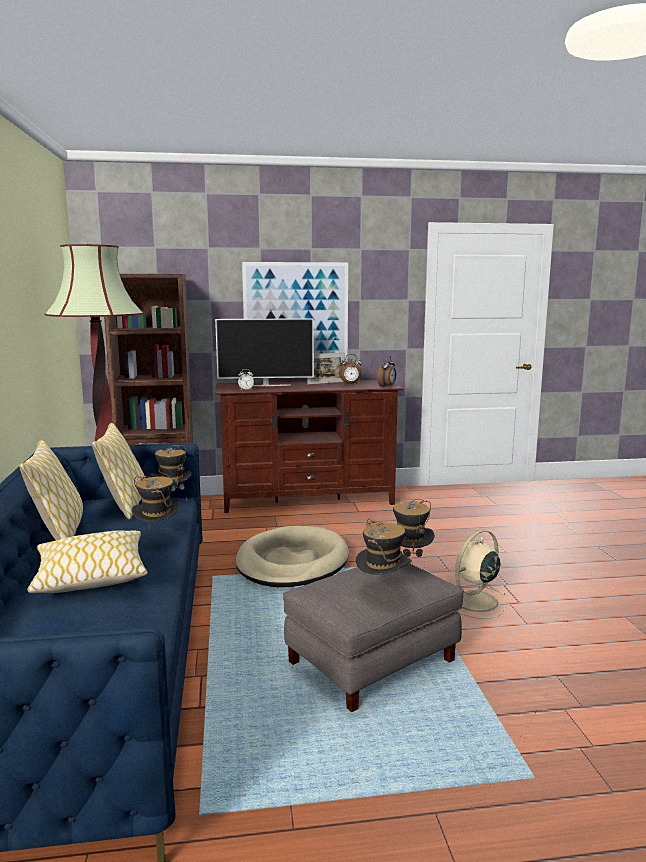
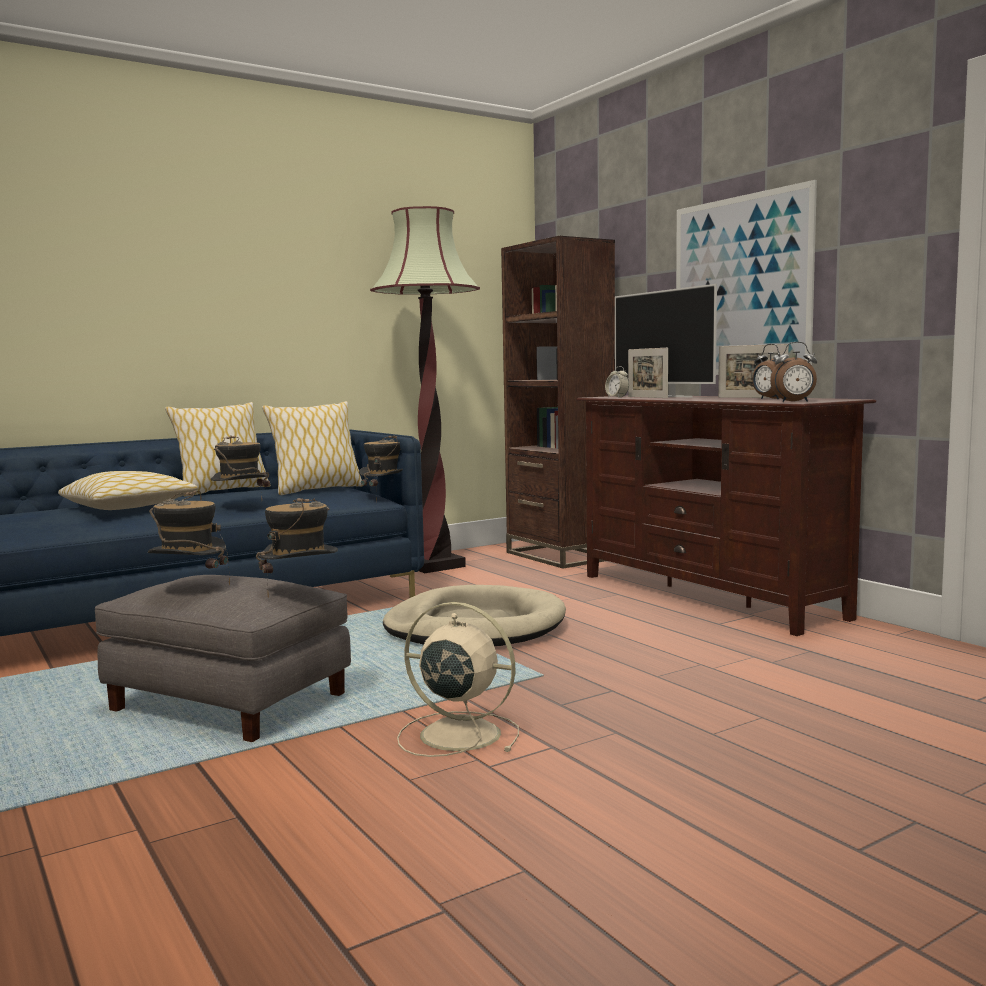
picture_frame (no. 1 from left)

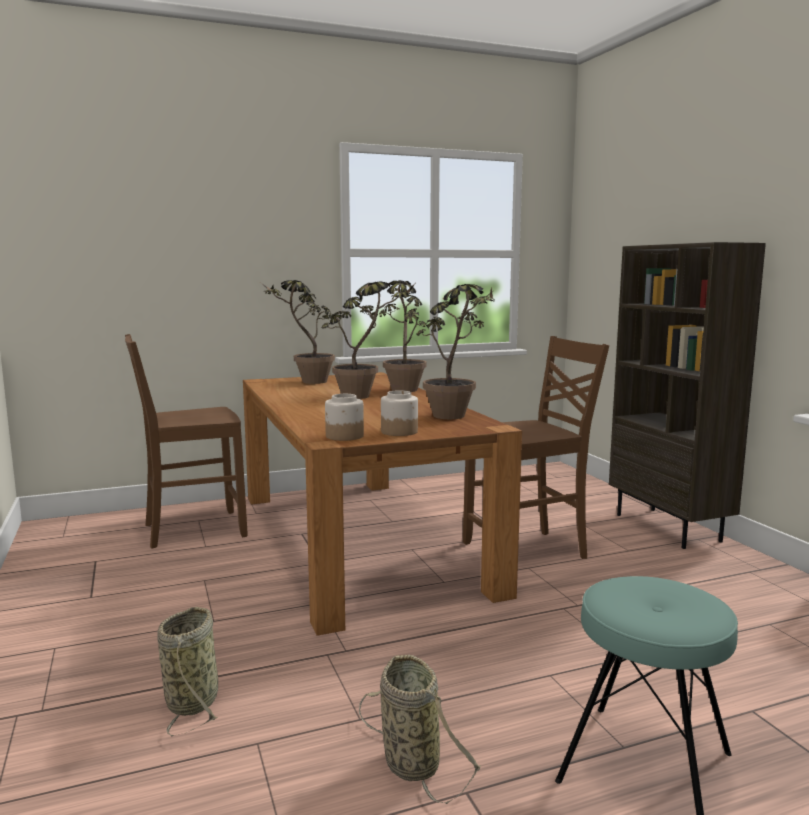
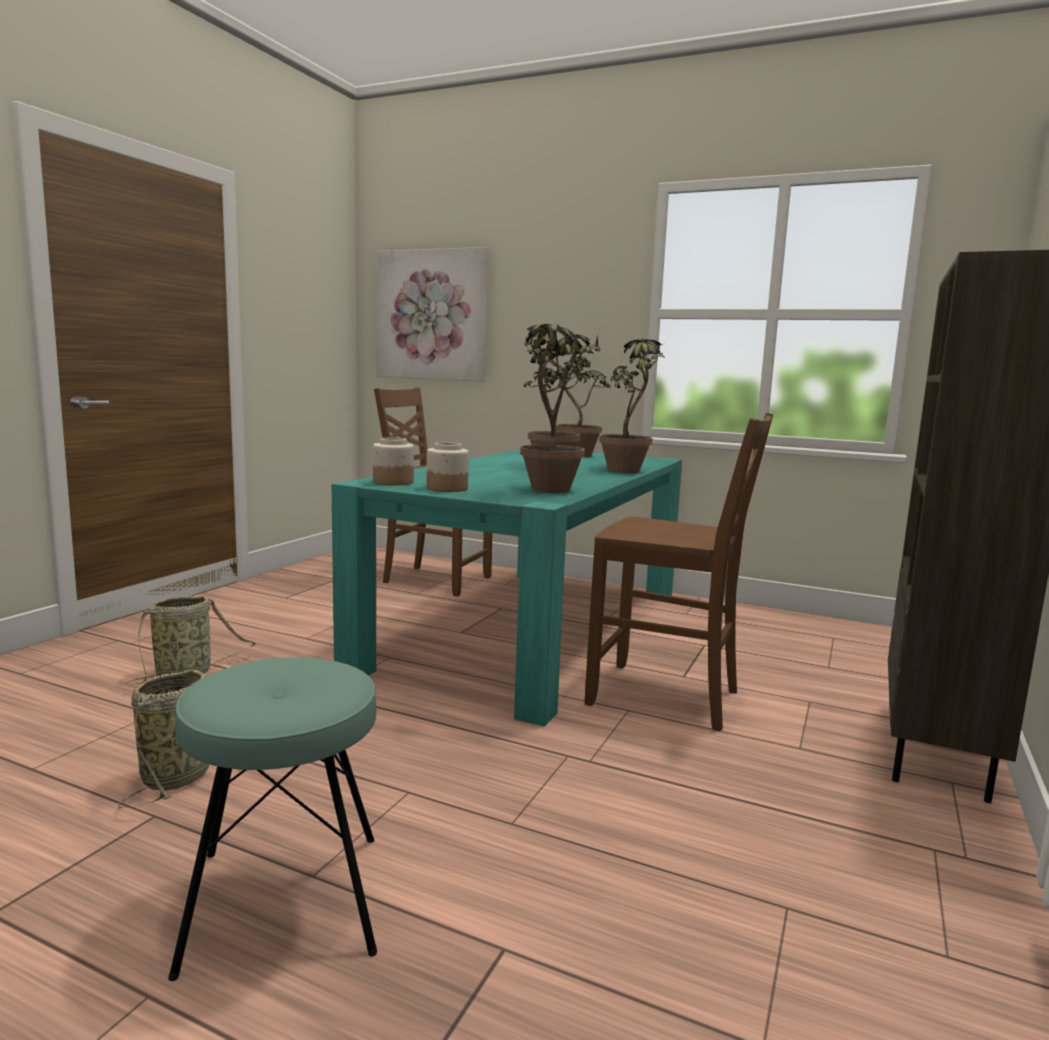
turquoise_kitchen_table; picture

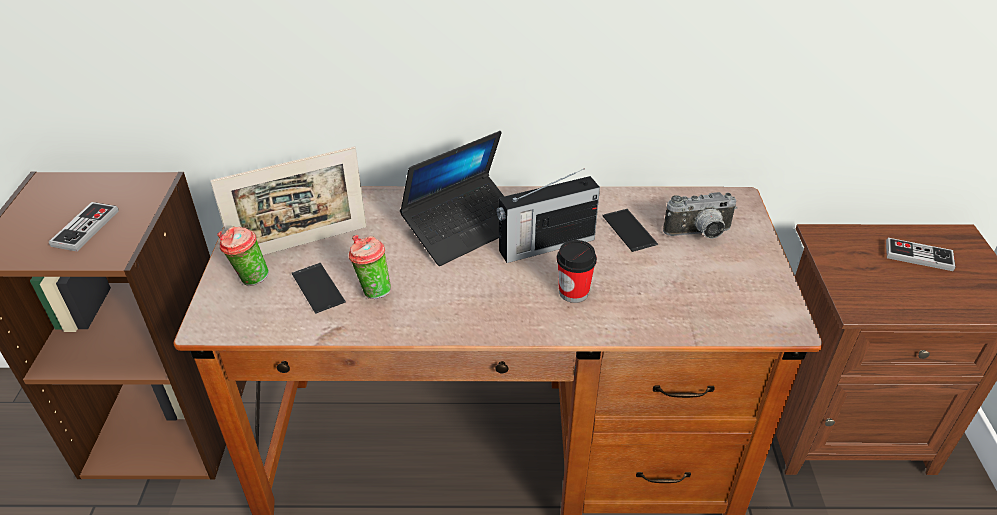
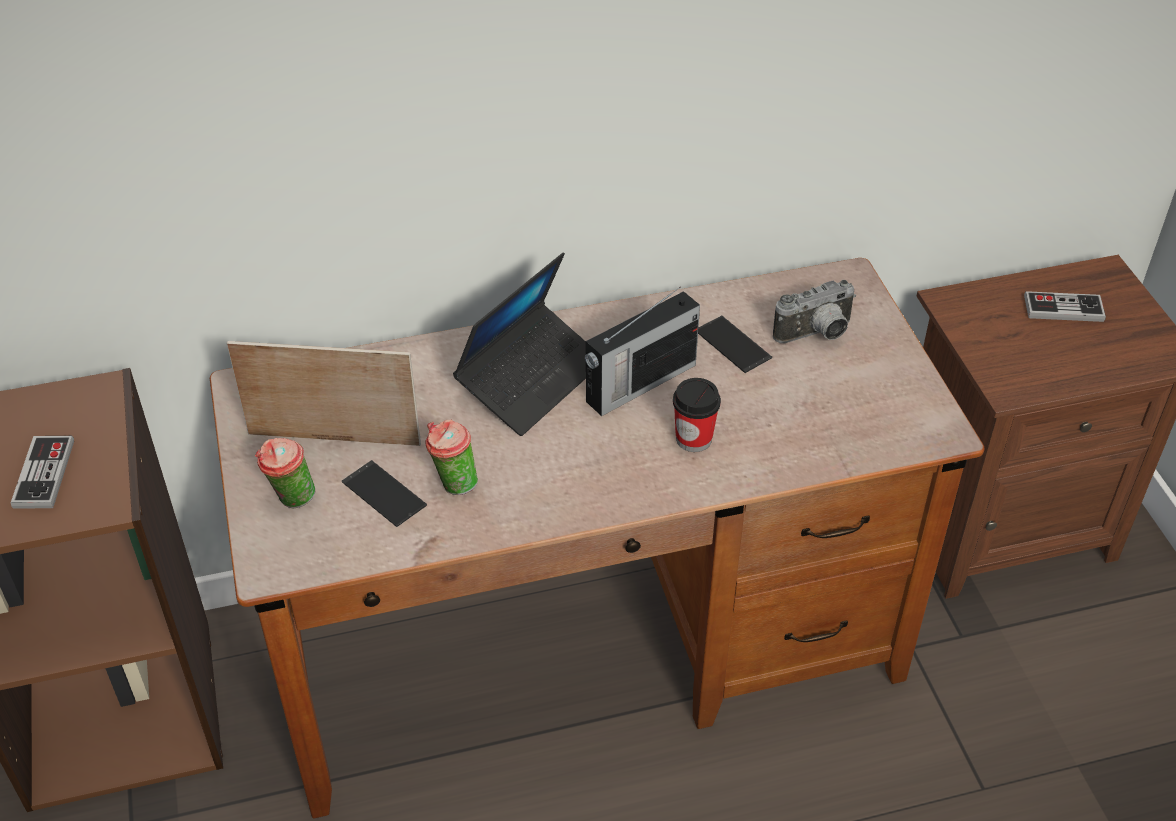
picture_frame

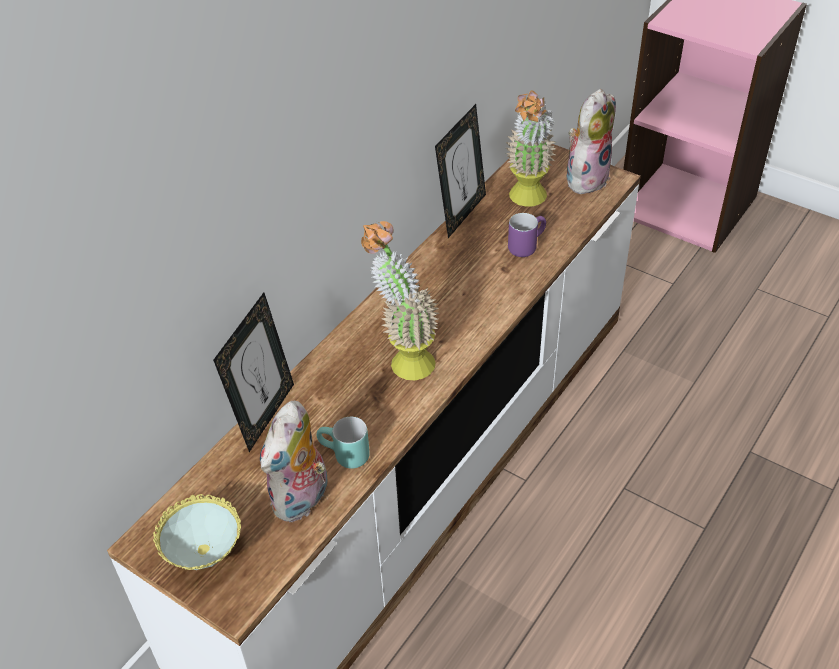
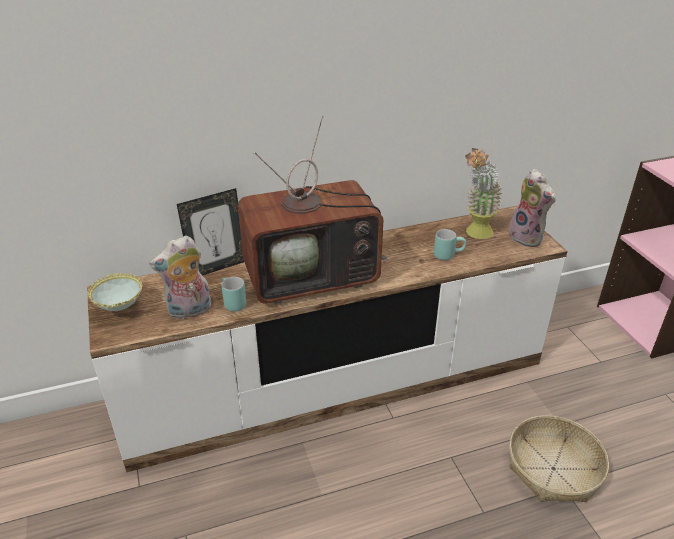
TV; picture_frame (no. 2 from left in the first image); turquoise_tea_mug (no. 2 from left); plush_toy (no. 2 from left); basket

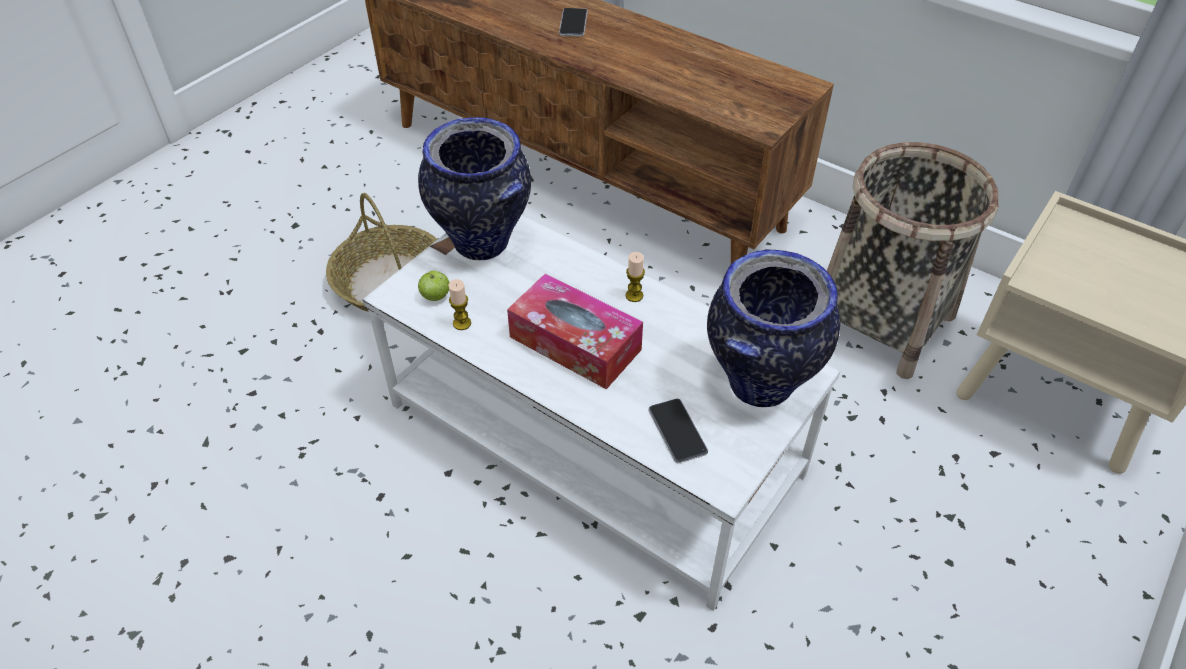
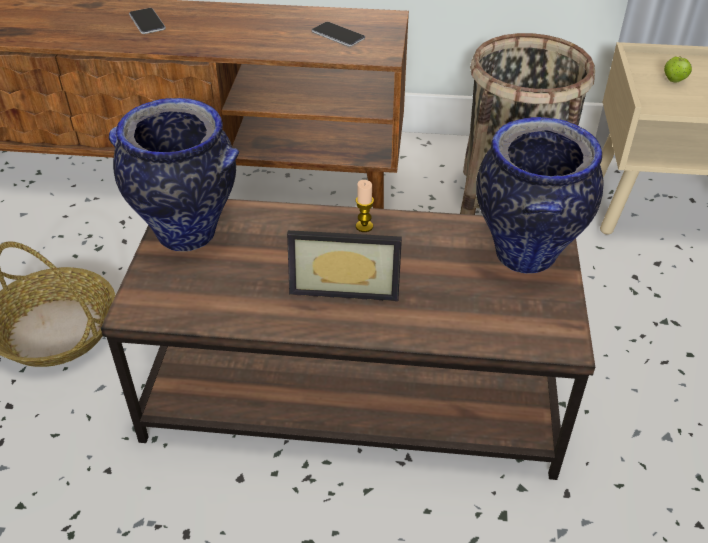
brownish_coffee_table; apple_fruit; wax_candle (no. 1 from left in the first image); picture_frame; phone (no. 2 from left)

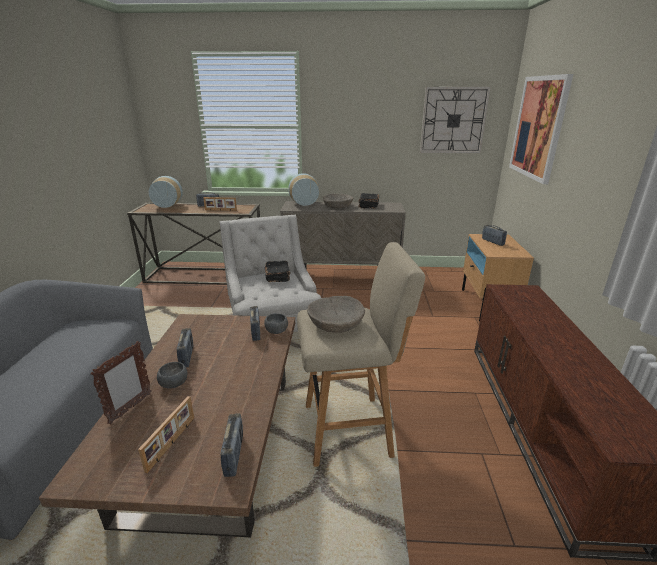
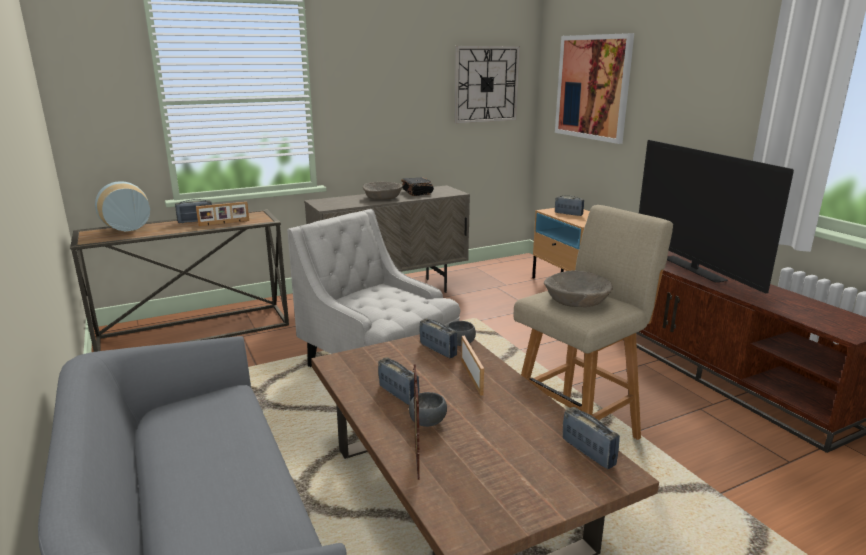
picture_frame (no. 3 from left); black-coloured_volume (no. 1 from left in the first image); decorative_vase (no. 2 from left in the first image); TV

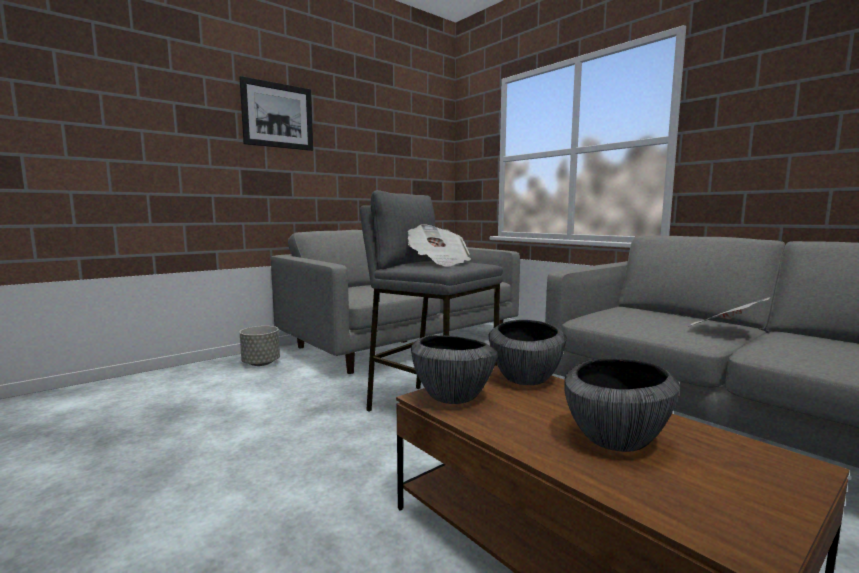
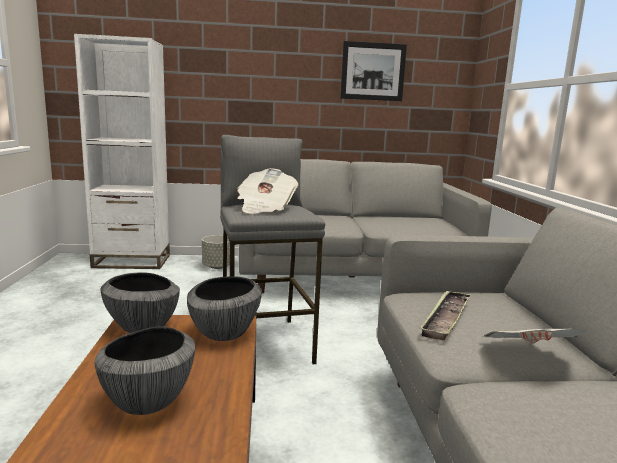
picture; white-coloured_bookshelf; tray

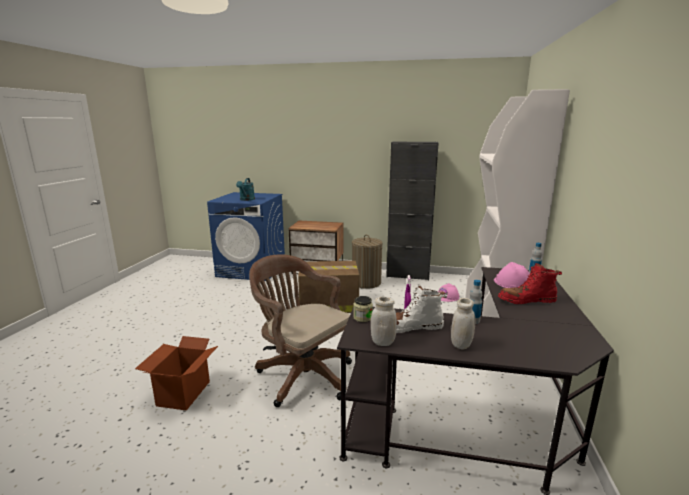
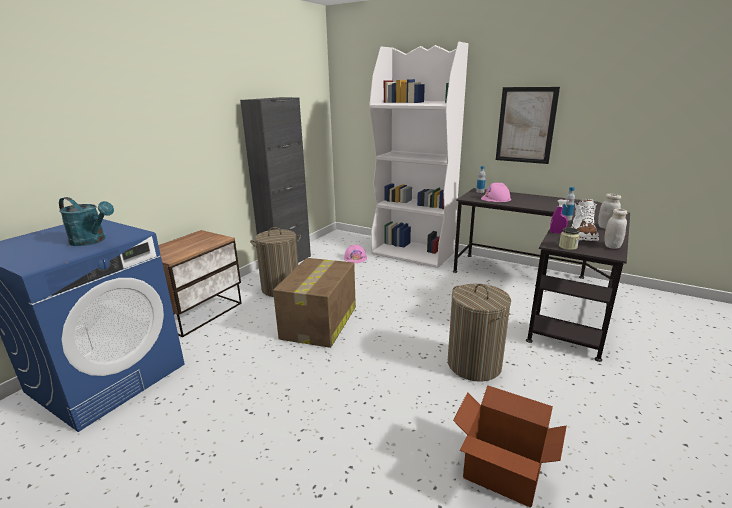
laundry_basket (no. 2 from left); red-coloured_high-top_boot; picture

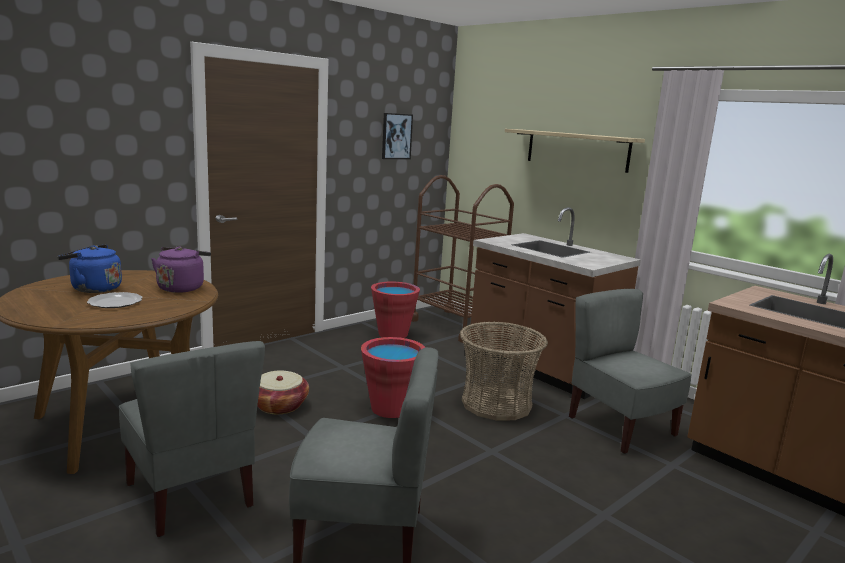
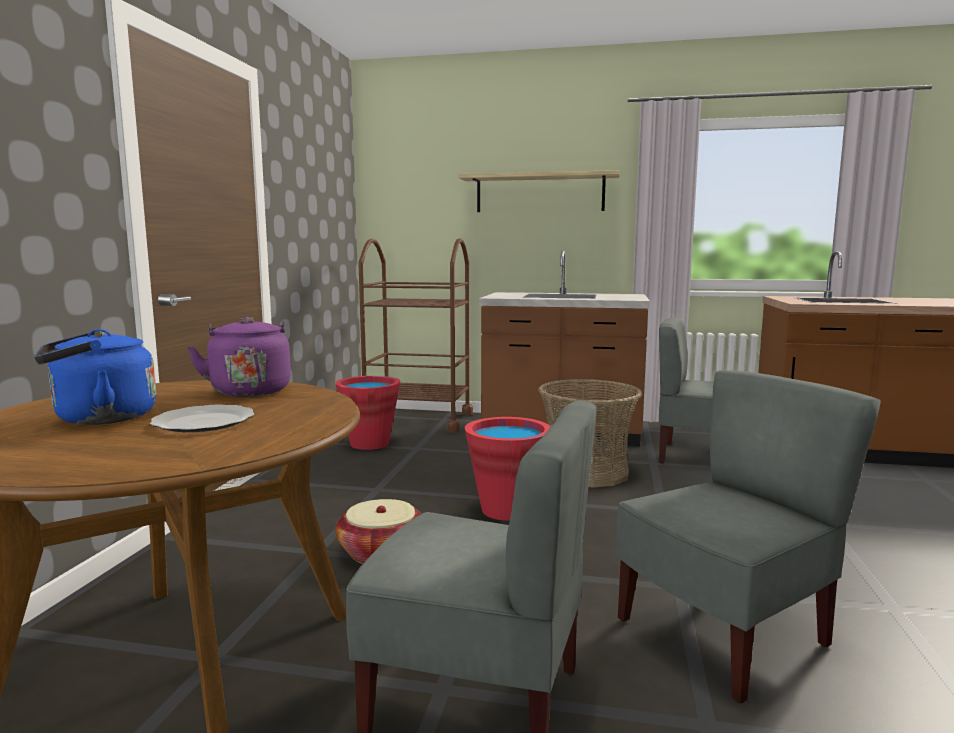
picture

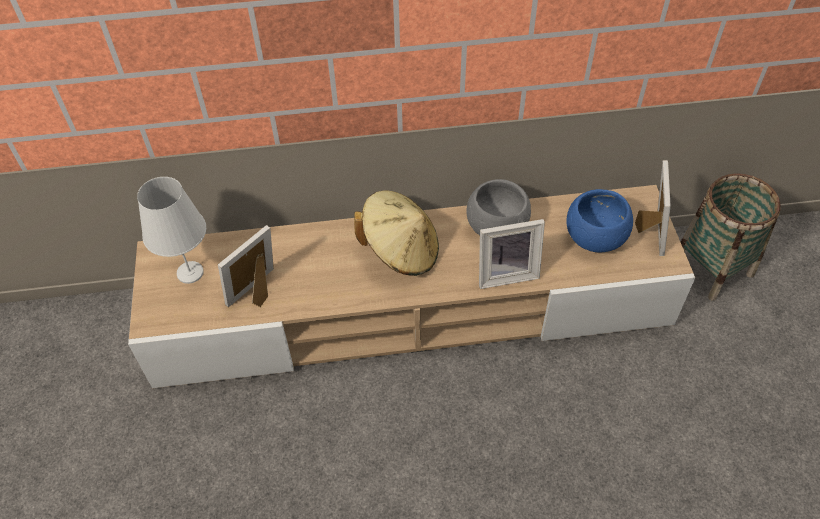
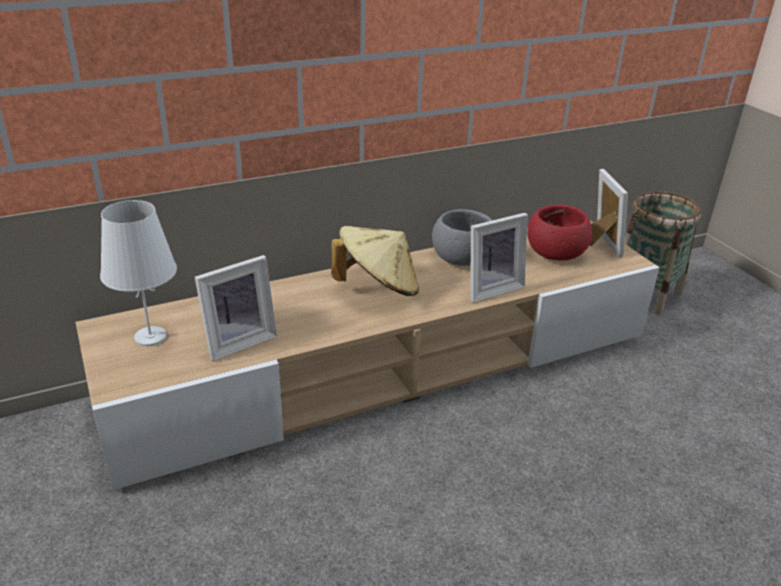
picture_frame (no. 1 from left); red-coloured_serving_bowl

